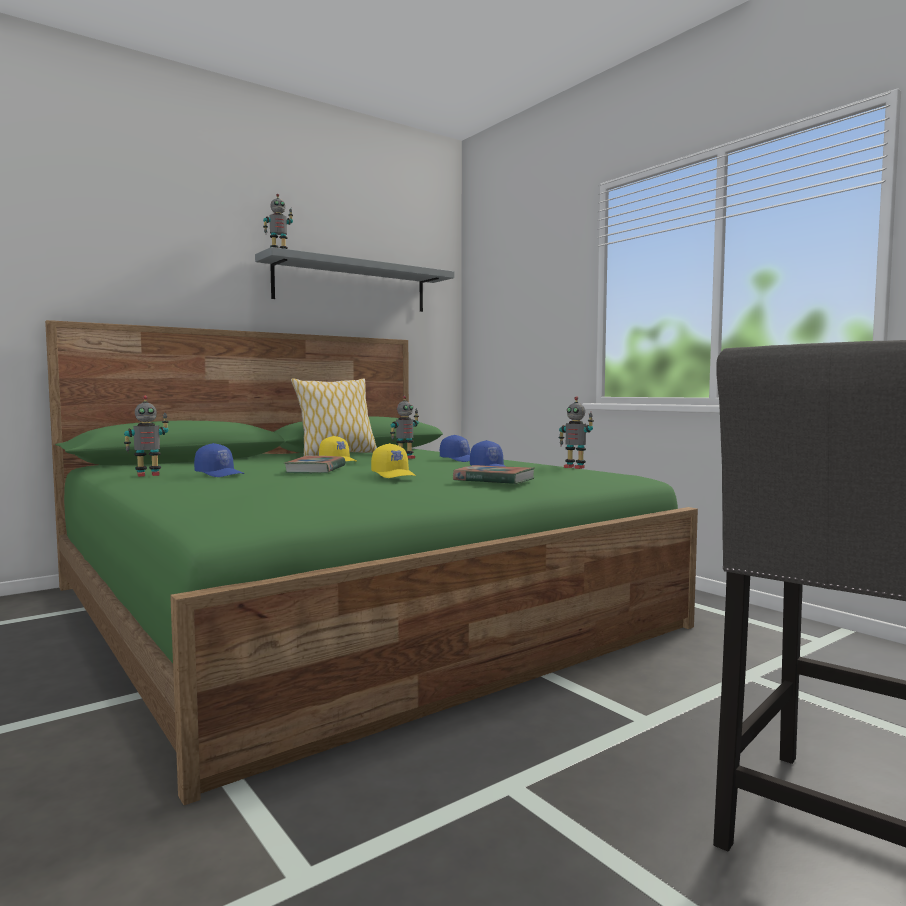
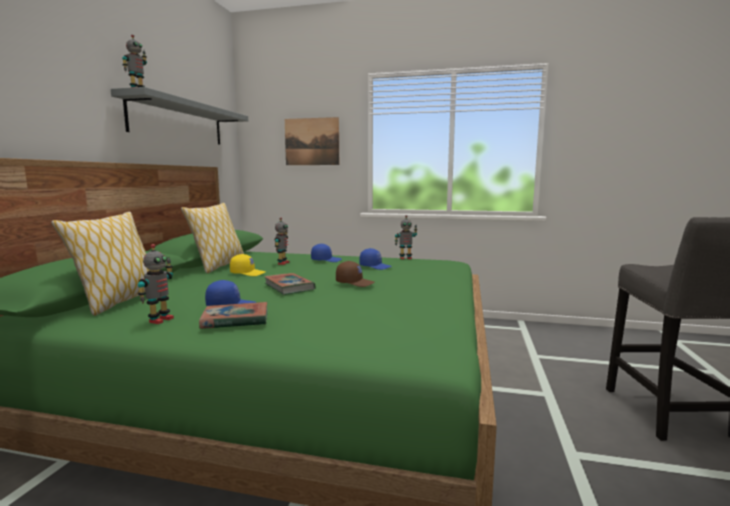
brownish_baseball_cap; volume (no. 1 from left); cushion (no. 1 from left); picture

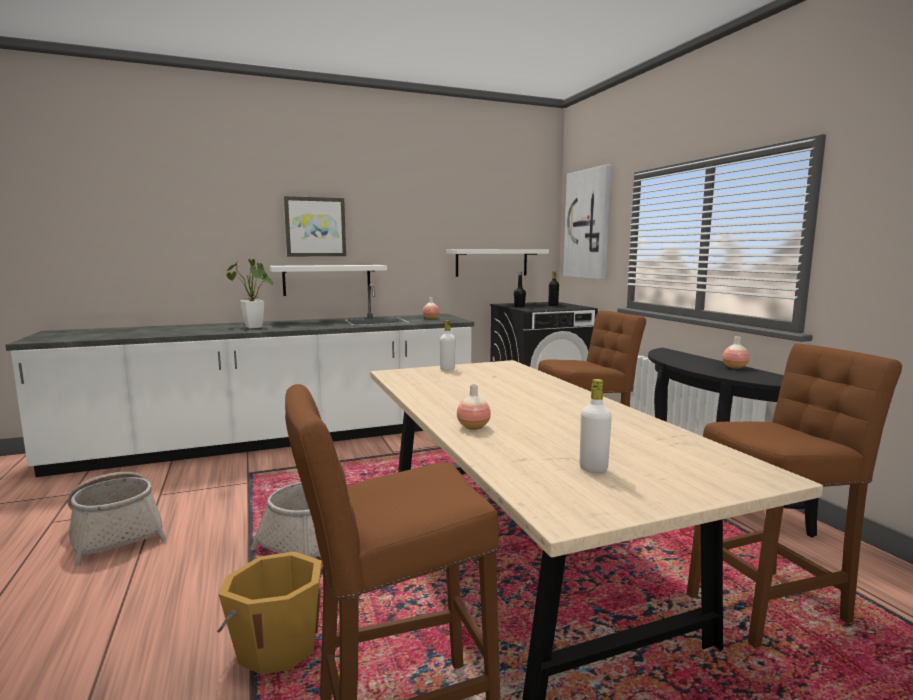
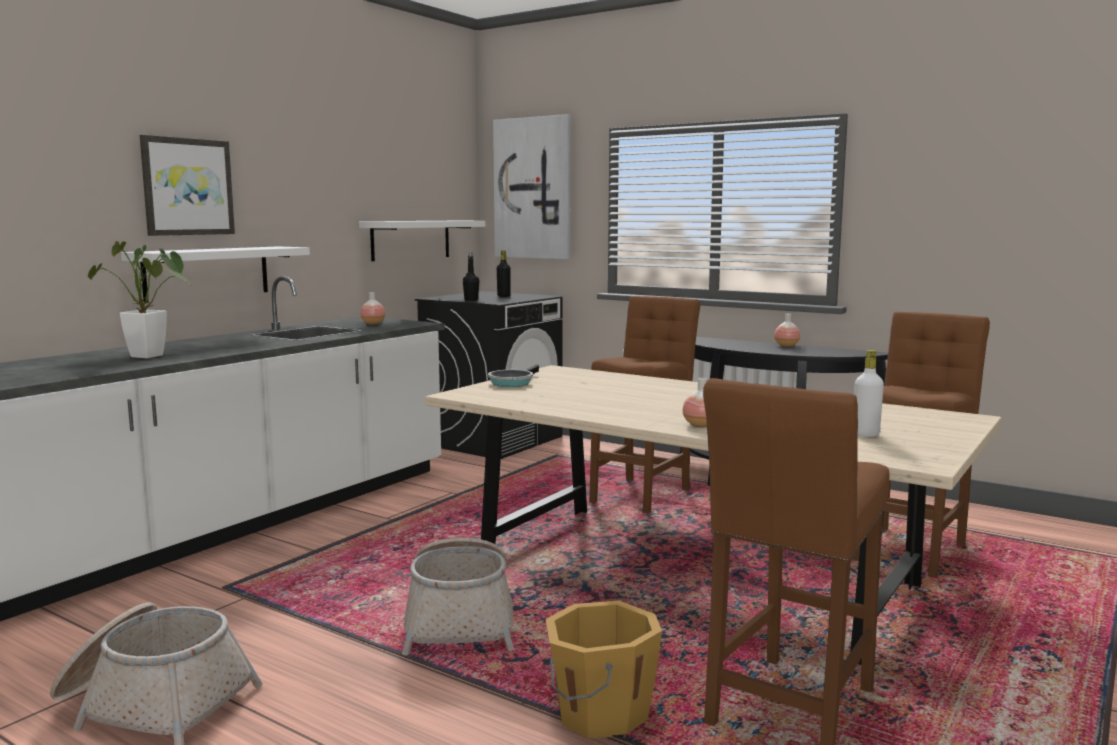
pan

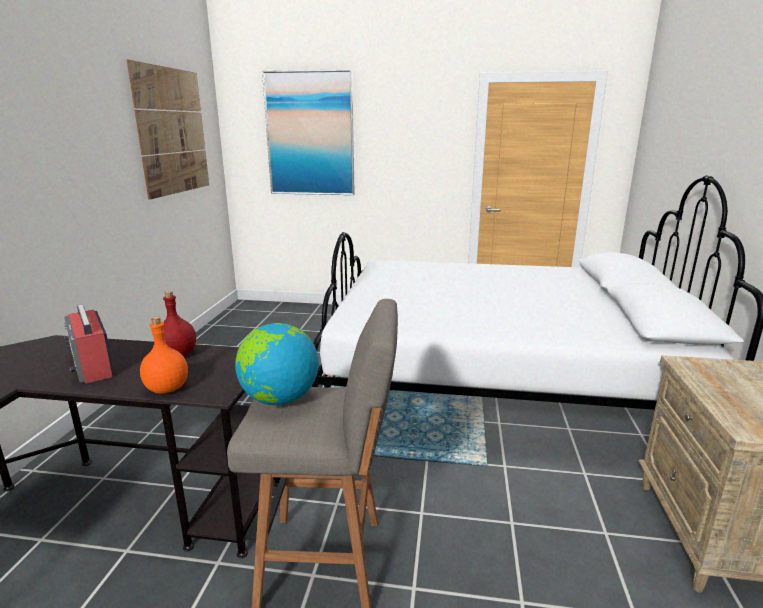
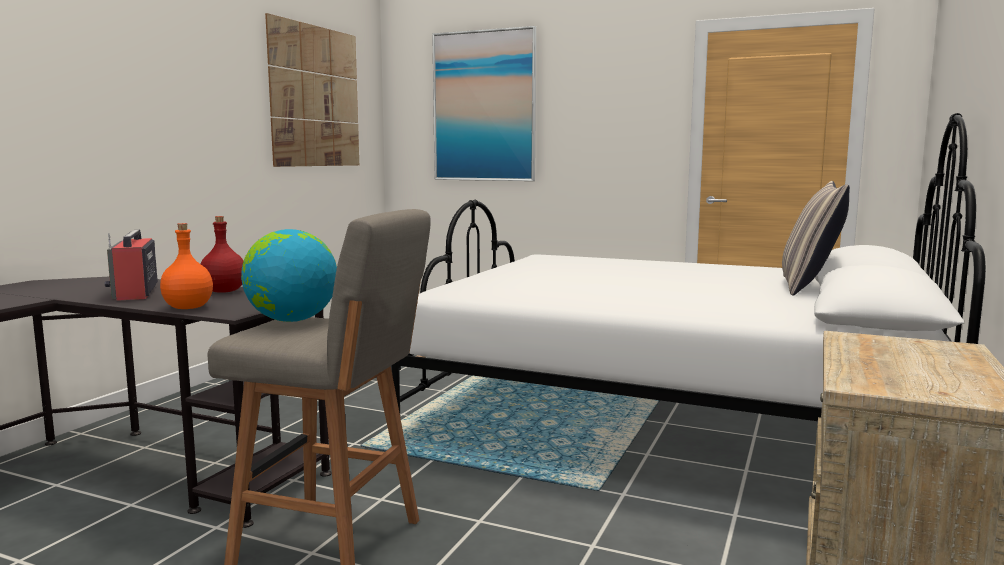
cushion

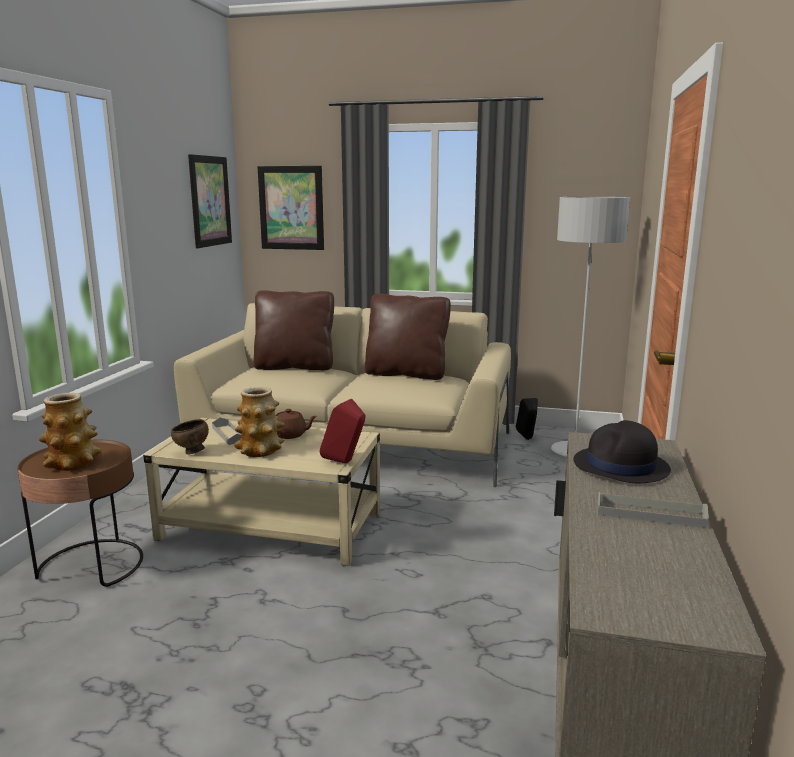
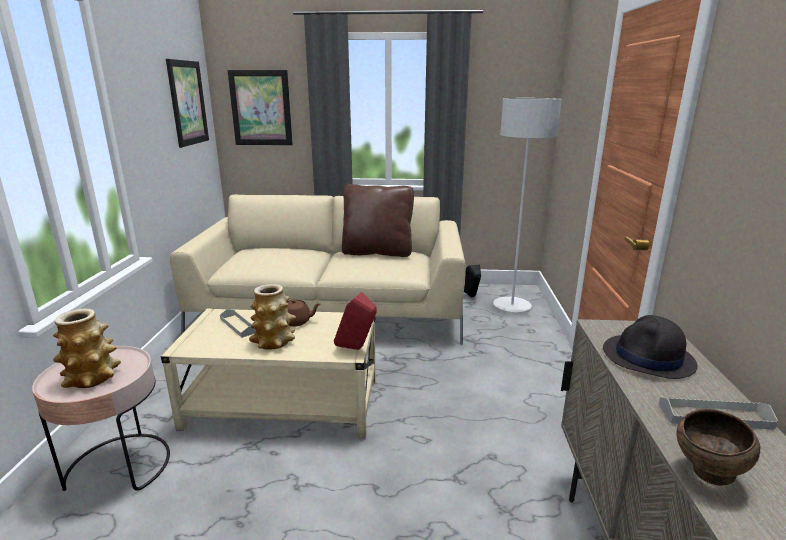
pink_end_table; brownish_serving_bowl; brownish_cushion (no. 1 from left in the first image)

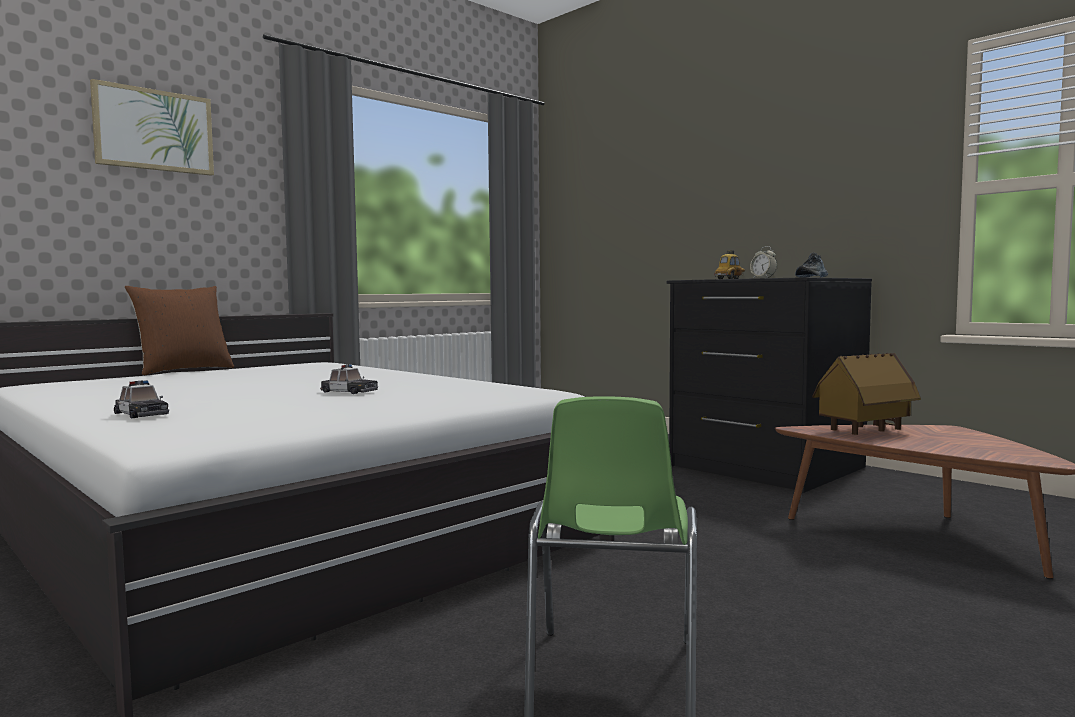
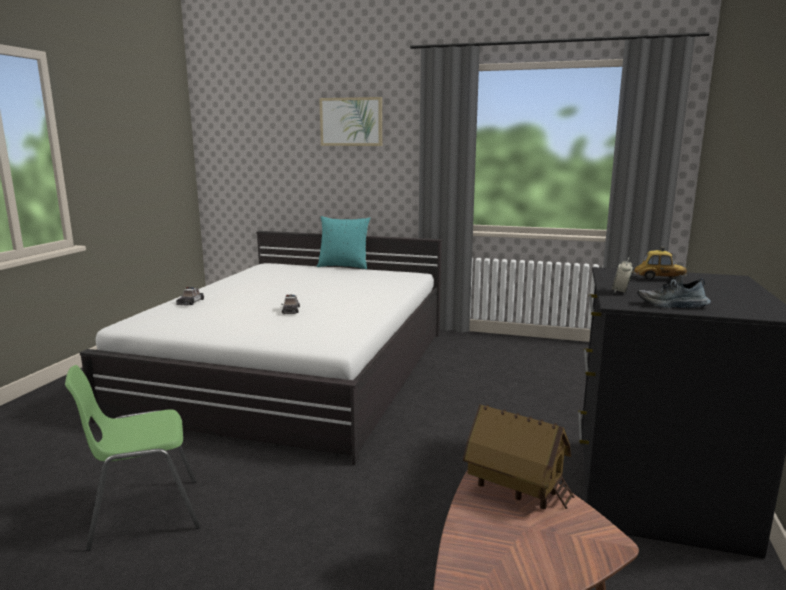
turquoise_cushion

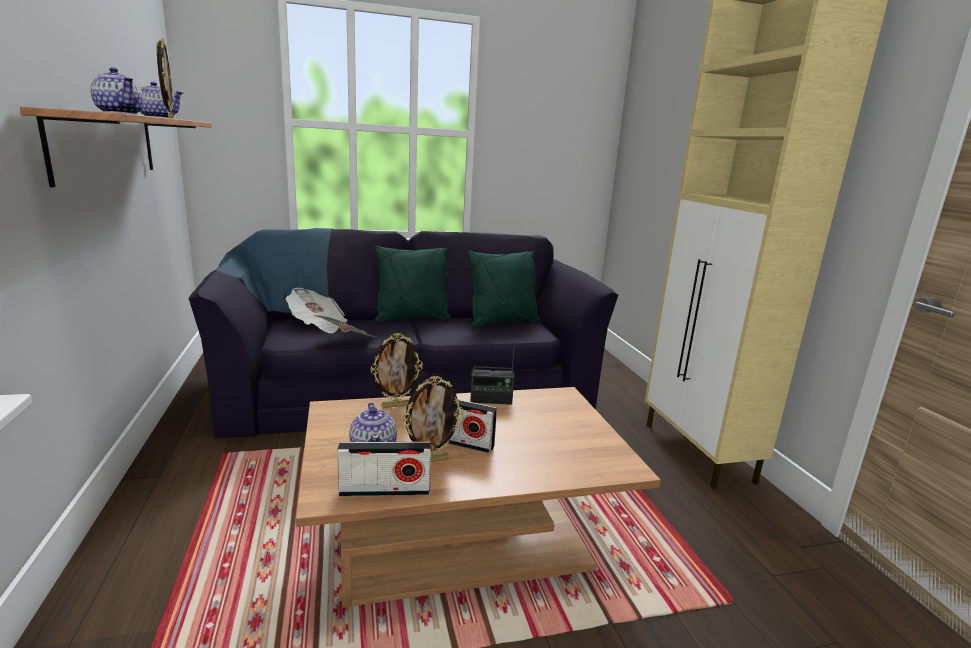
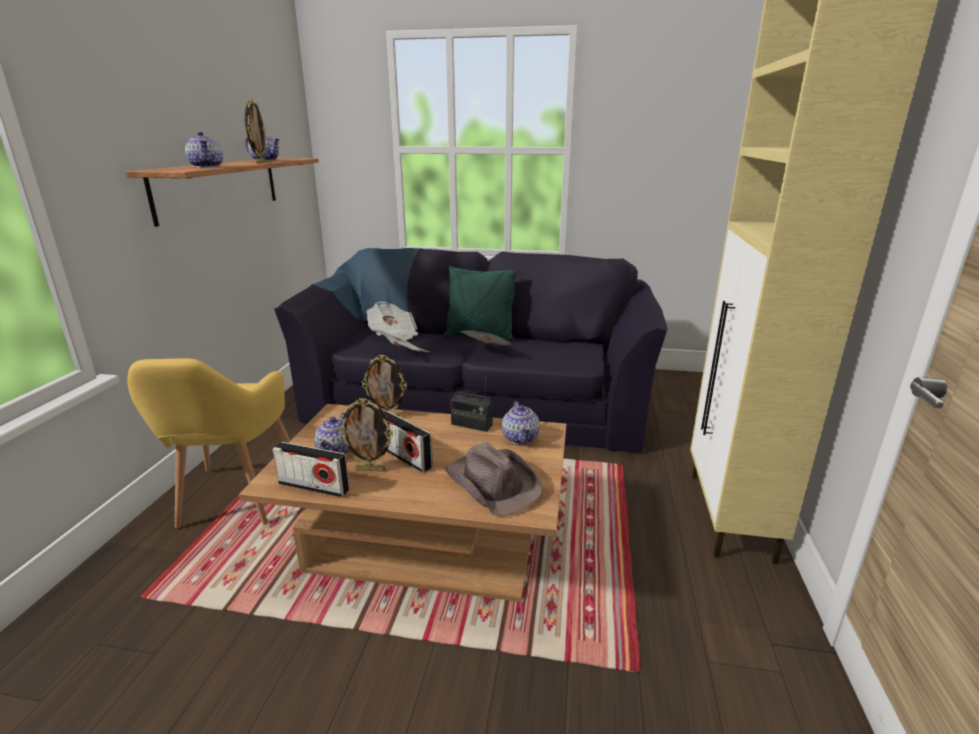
green_cushion (no. 2 from left in the first image); yellowish_lounge_chair; brownish_wearable_hat; printed_paper (no. 3 from left); tea_pot (no. 4 from left)

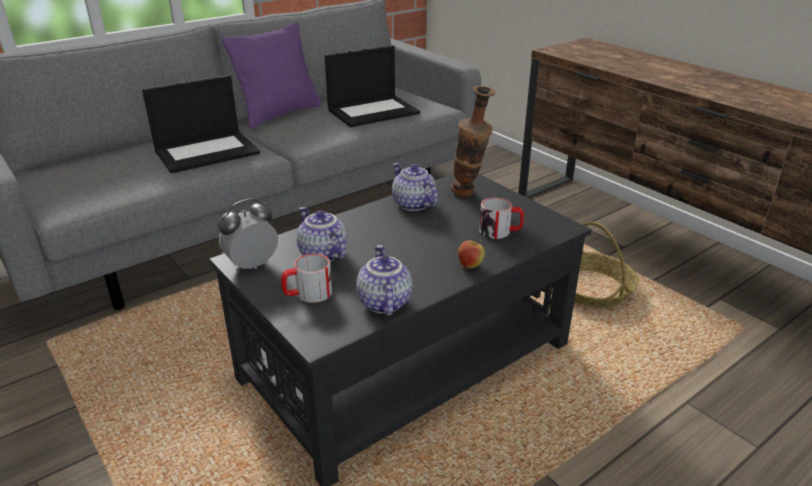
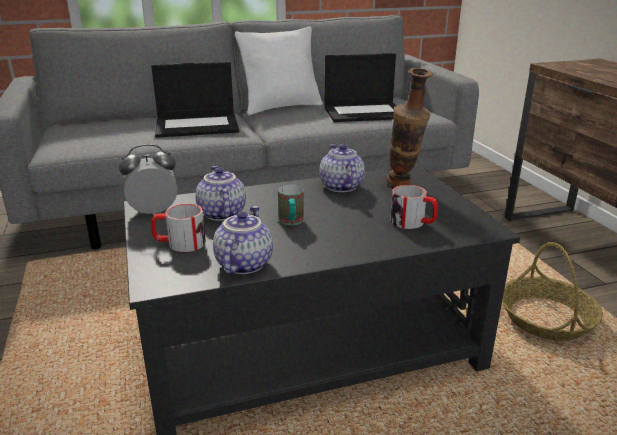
white-coloured_cushion; apple_fruit; tea_mug (no. 2 from left)

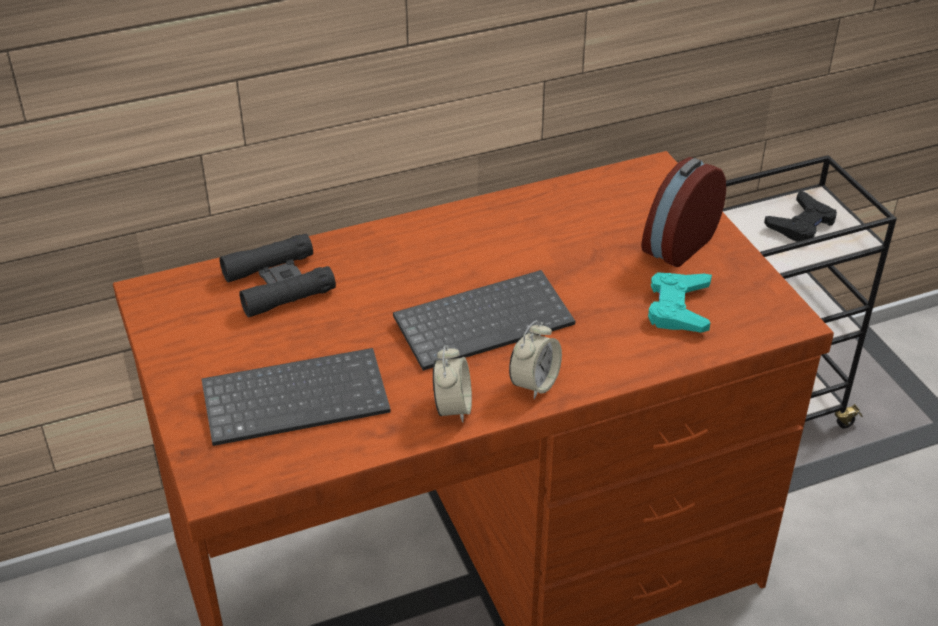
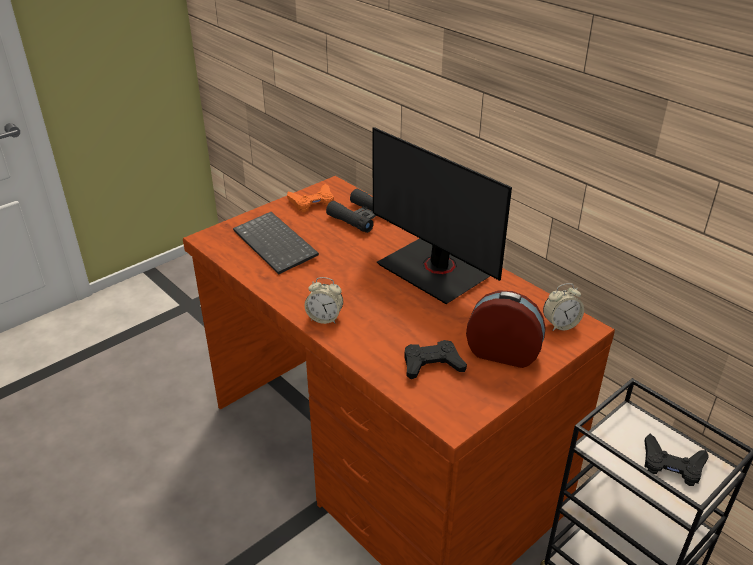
PC_keyboard (no. 2 from left in the first image); table_clock (no. 3 from left); black-coloured_gamepad (no. 1 from left); orangey_gamepad; computer_display

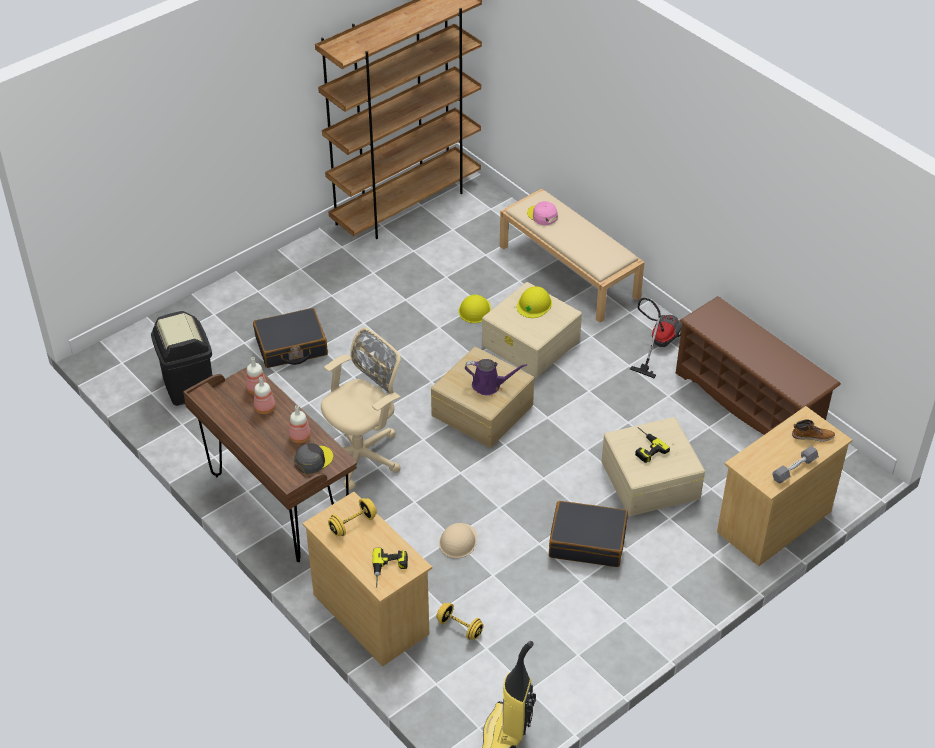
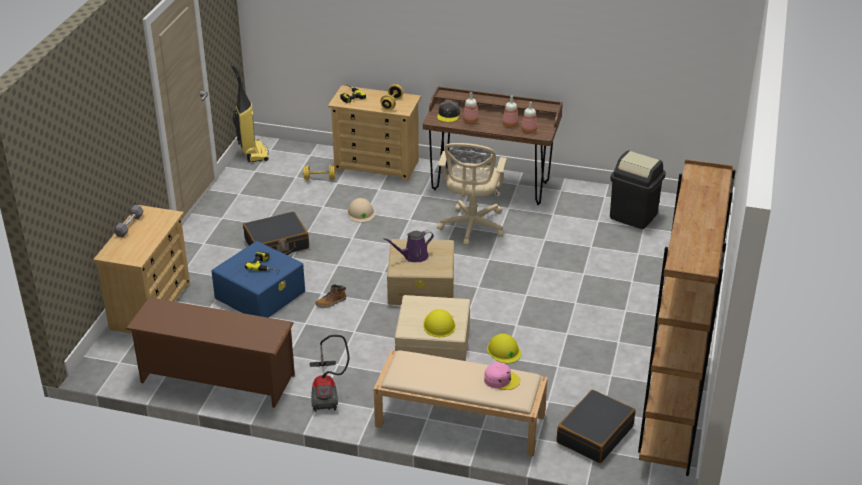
black-coloured_travel_case (no. 2 from left); bluish_storage_container; high-top_boot

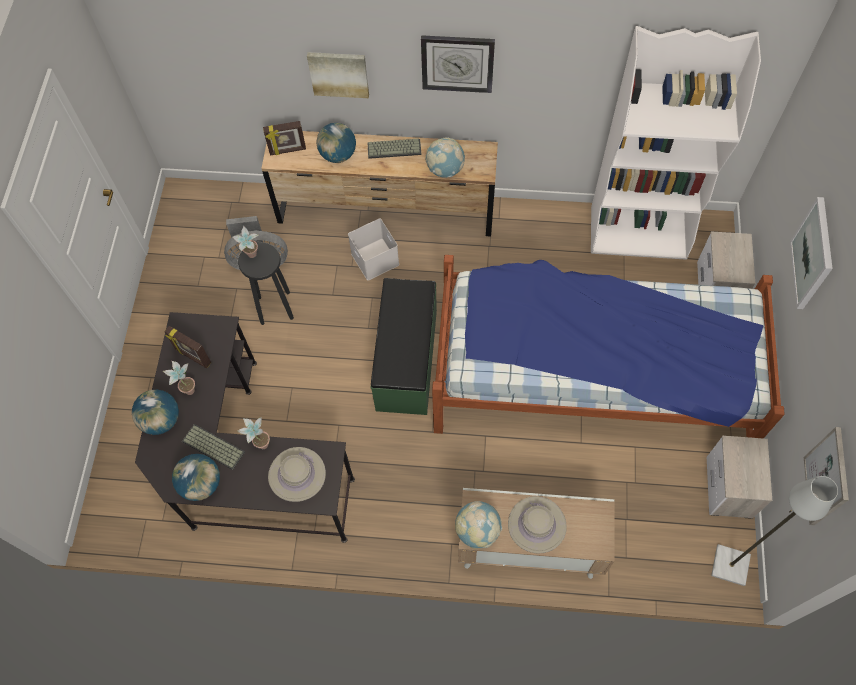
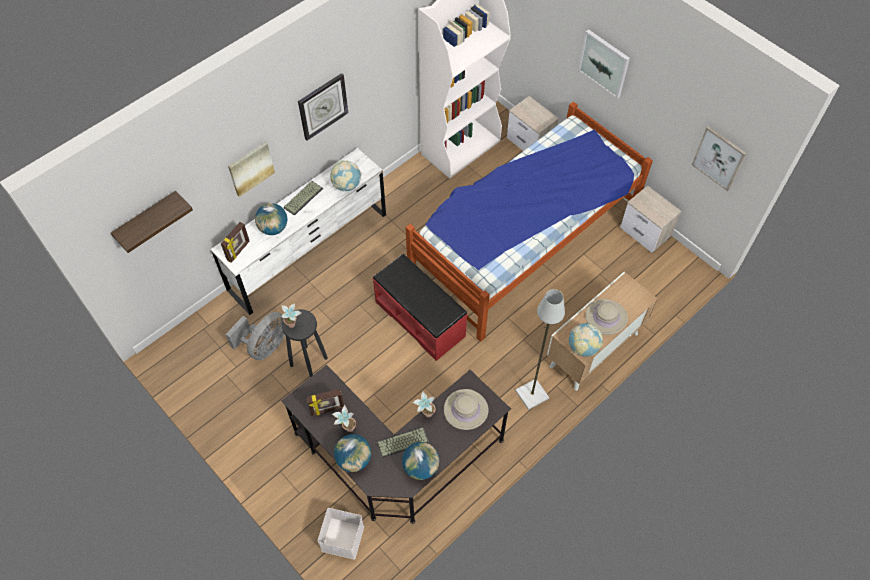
white-coloured_drawer_chest; white-coloured_storage_container; red-coloured_long_seat; gray_floor_lamp; wall_shelf

